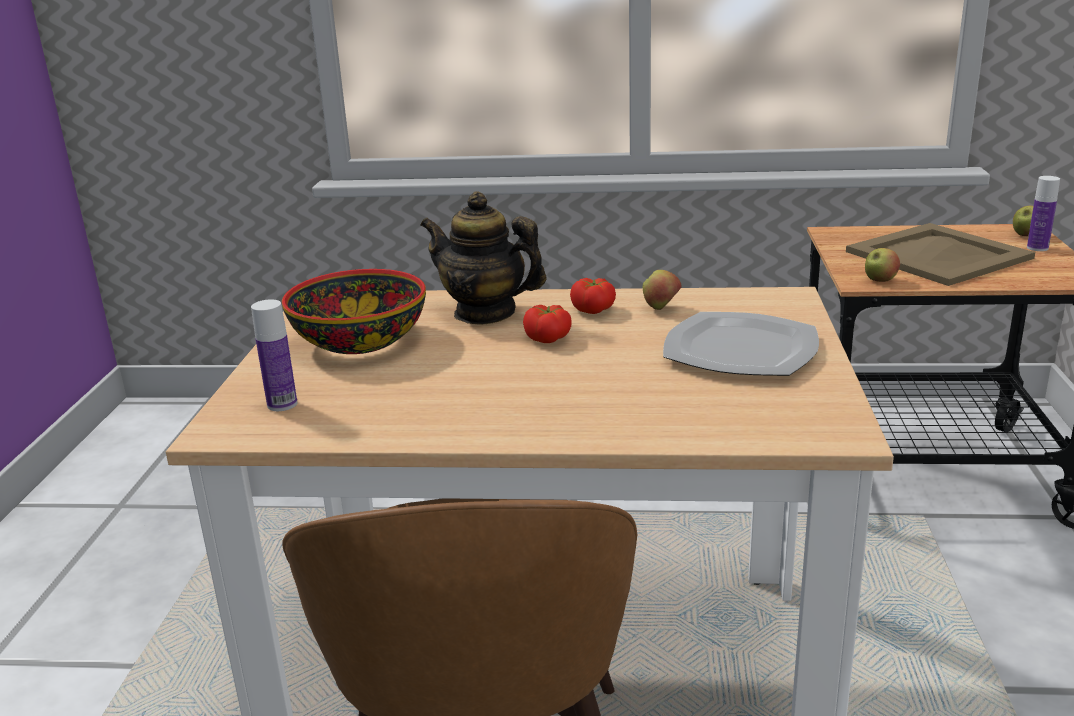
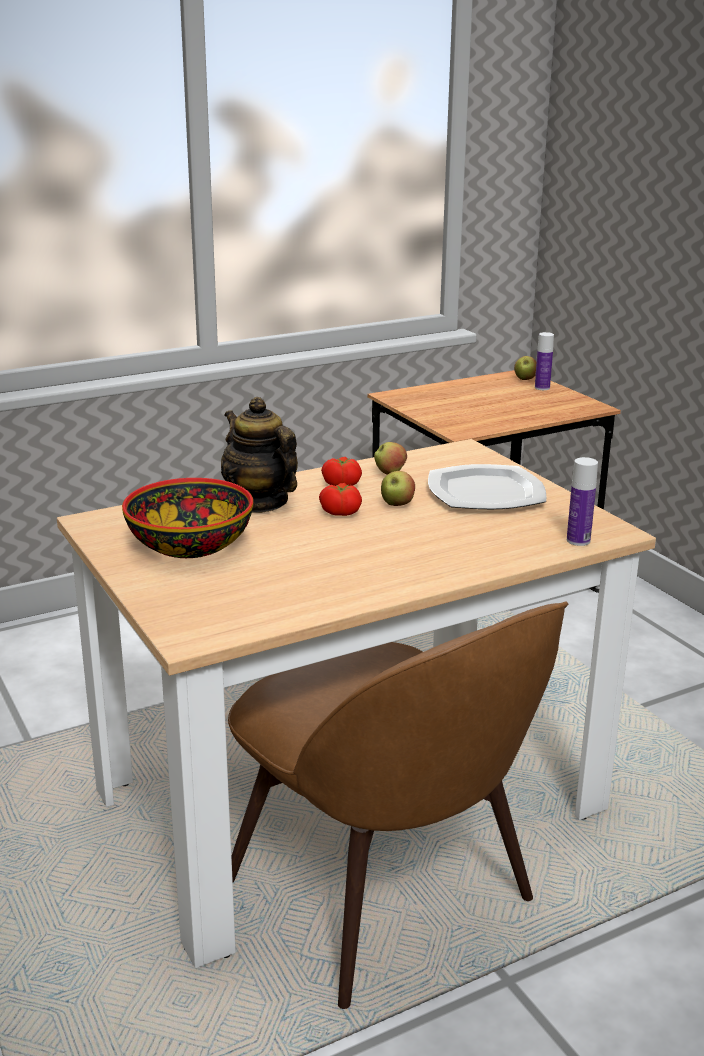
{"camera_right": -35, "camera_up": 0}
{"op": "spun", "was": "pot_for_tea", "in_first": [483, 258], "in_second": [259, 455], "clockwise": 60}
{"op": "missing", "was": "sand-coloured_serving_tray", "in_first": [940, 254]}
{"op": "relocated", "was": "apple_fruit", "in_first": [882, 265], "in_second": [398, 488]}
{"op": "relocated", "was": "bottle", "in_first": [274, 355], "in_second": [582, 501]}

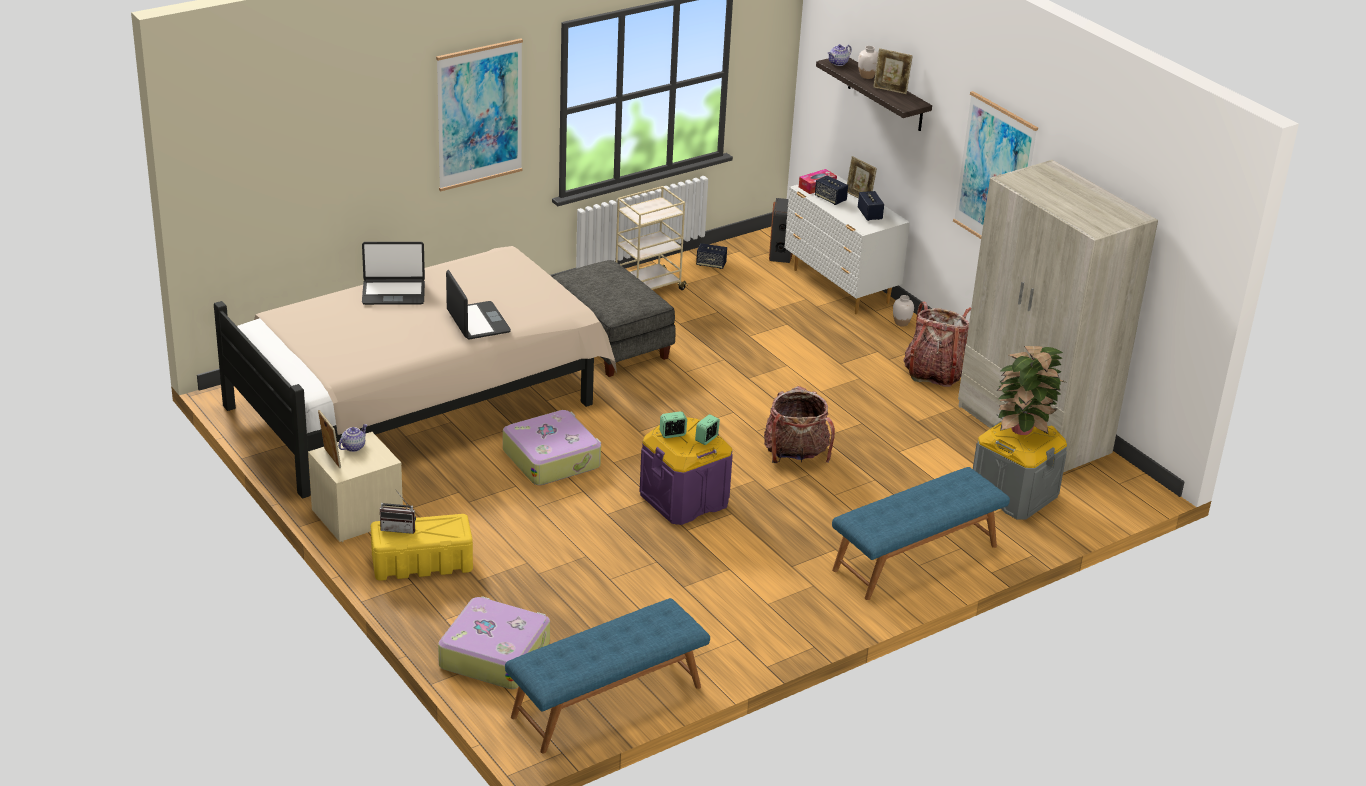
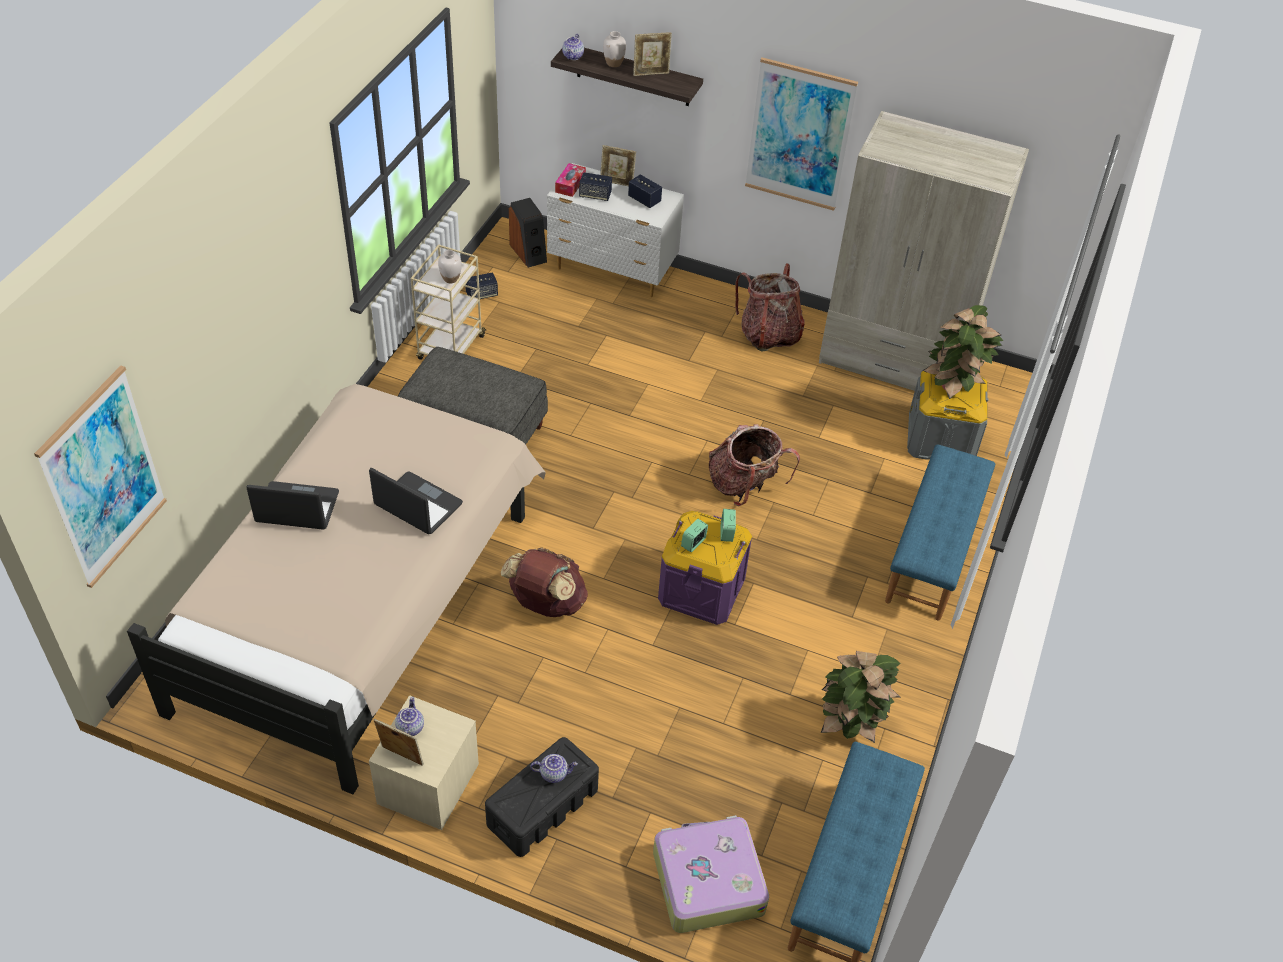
{"camera_right": -35, "camera_up": 15}
{"op": "relocated", "was": "wall_art", "in_first": [479, 114], "in_second": [100, 477]}
{"op": "spun", "was": "notebook_computer", "in_first": [393, 273], "in_second": [293, 505], "clockwise": -135}
{"op": "relocated", "was": "white-coloured_flower_vase", "in_first": [903, 311], "in_second": [450, 266]}
{"op": "exchanged", "was": "piece_of_luggage", "now": "brown_backpack", "in_first": [552, 447], "in_second": [544, 582]}
{"op": "missing", "was": "radio_set", "in_first": [398, 512]}
{"op": "colour", "was": "yellowish_storage_container", "now": "black-coloured_storage_container", "in_first": [422, 547], "in_second": [542, 797]}
{"op": "appeared", "now": "plant_in_a_pot", "in_second": [860, 697]}
{"op": "appeared", "now": "pot_for_tea", "in_second": [554, 768]}

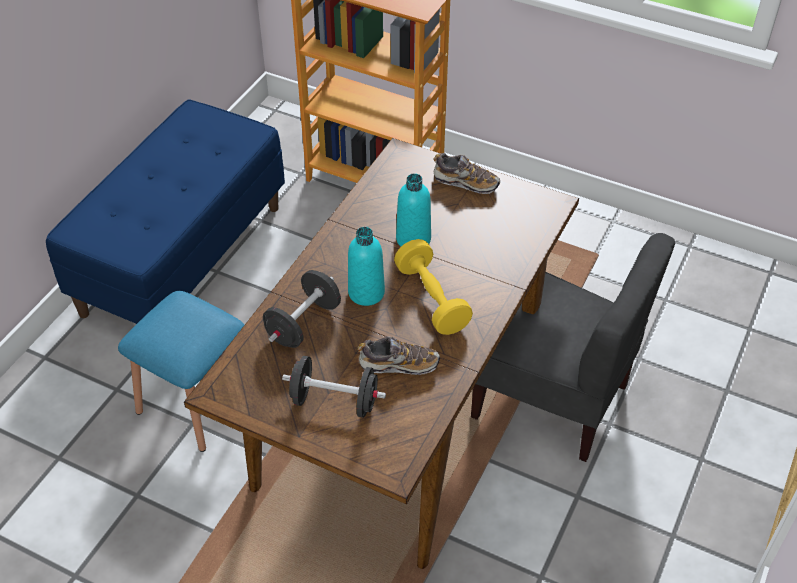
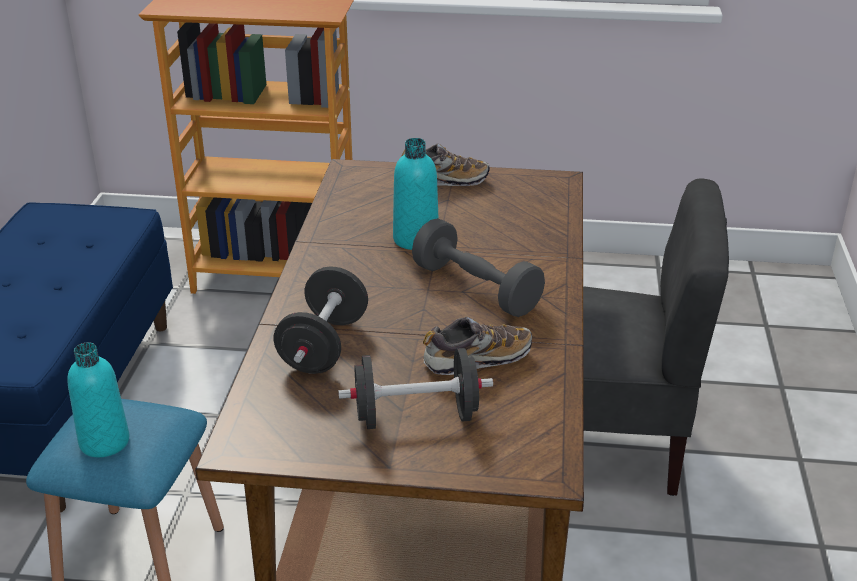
{"camera_right": -20, "camera_up": -15}
{"op": "relocated", "was": "turquoise_bottle", "in_first": [366, 266], "in_second": [98, 399]}
{"op": "colour", "was": "yellowish_free_weight", "now": "grey_free_weight", "in_first": [433, 287], "in_second": [478, 267]}

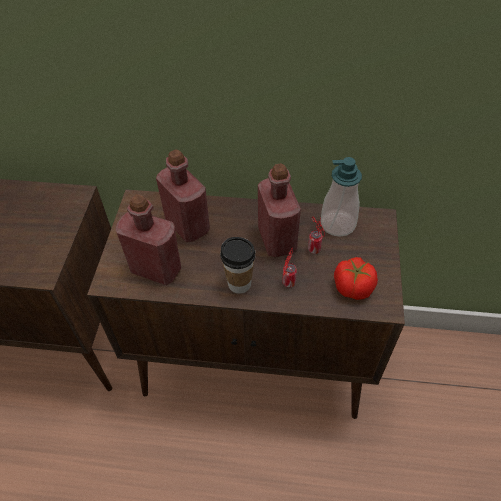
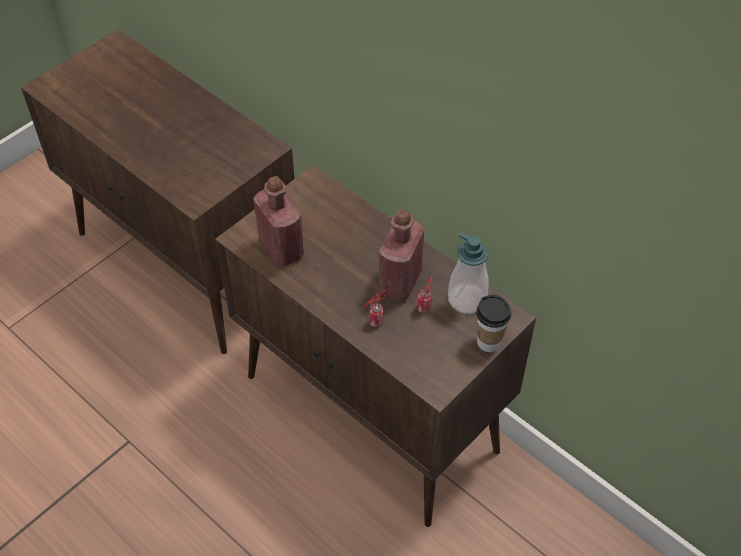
{"camera_right": 35, "camera_up": 0}
{"op": "missing", "was": "red-coloured_bottle", "in_first": [183, 195]}
{"op": "relocated", "was": "cup", "in_first": [238, 265], "in_second": [493, 323]}
{"op": "missing", "was": "whole_tomato", "in_first": [356, 278]}

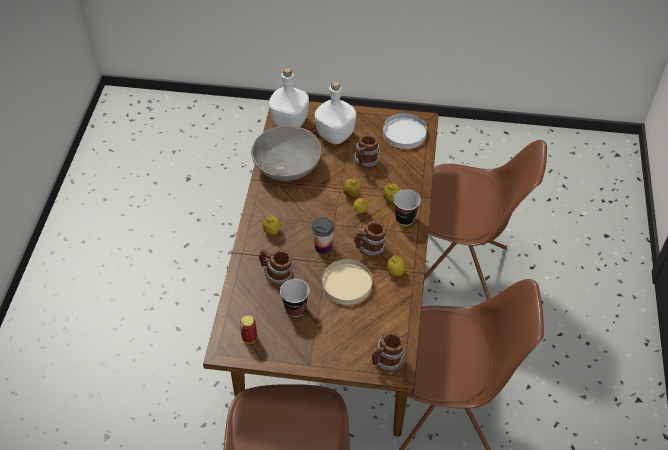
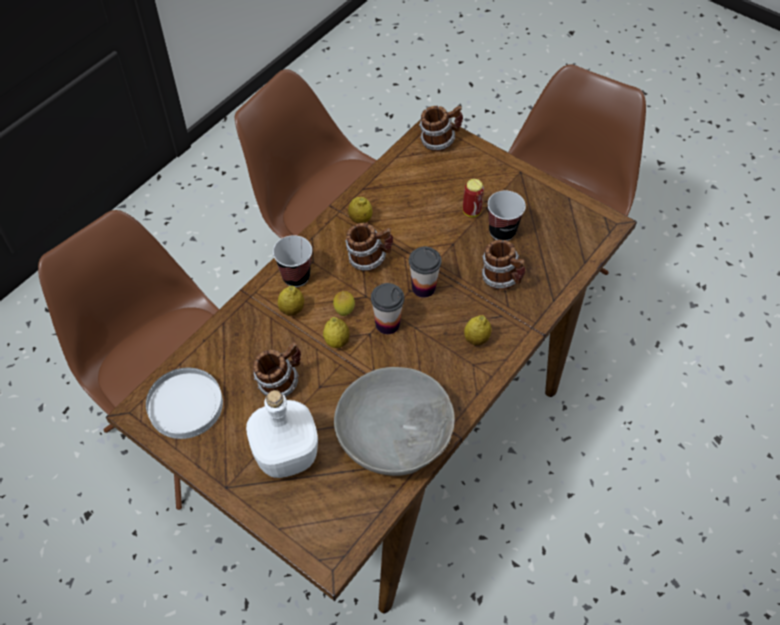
{"camera_right": -150, "camera_up": 5}
{"op": "missing", "was": "white-coloured_bottle", "in_first": [289, 97]}
{"op": "missing", "was": "sand-coloured_plate", "in_first": [347, 282]}
{"op": "relocated", "was": "can", "in_first": [248, 329], "in_second": [473, 198]}
{"op": "appeared", "now": "cup", "in_second": [387, 308]}

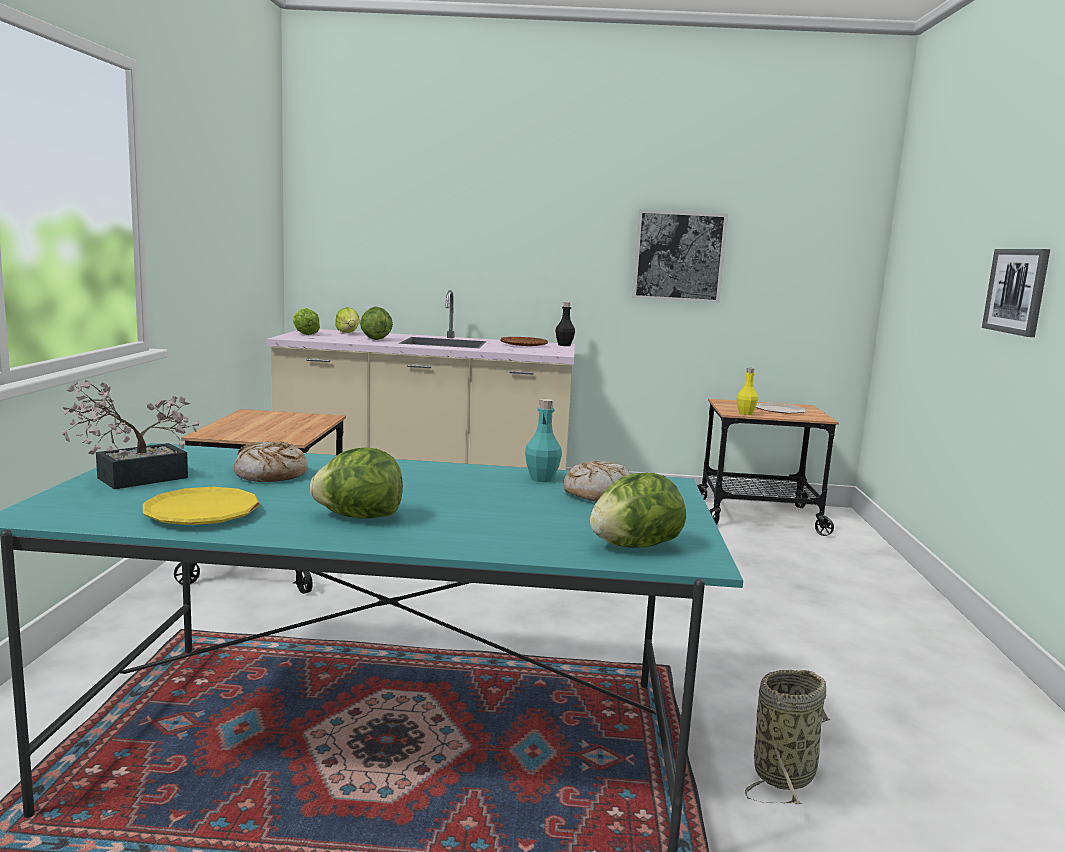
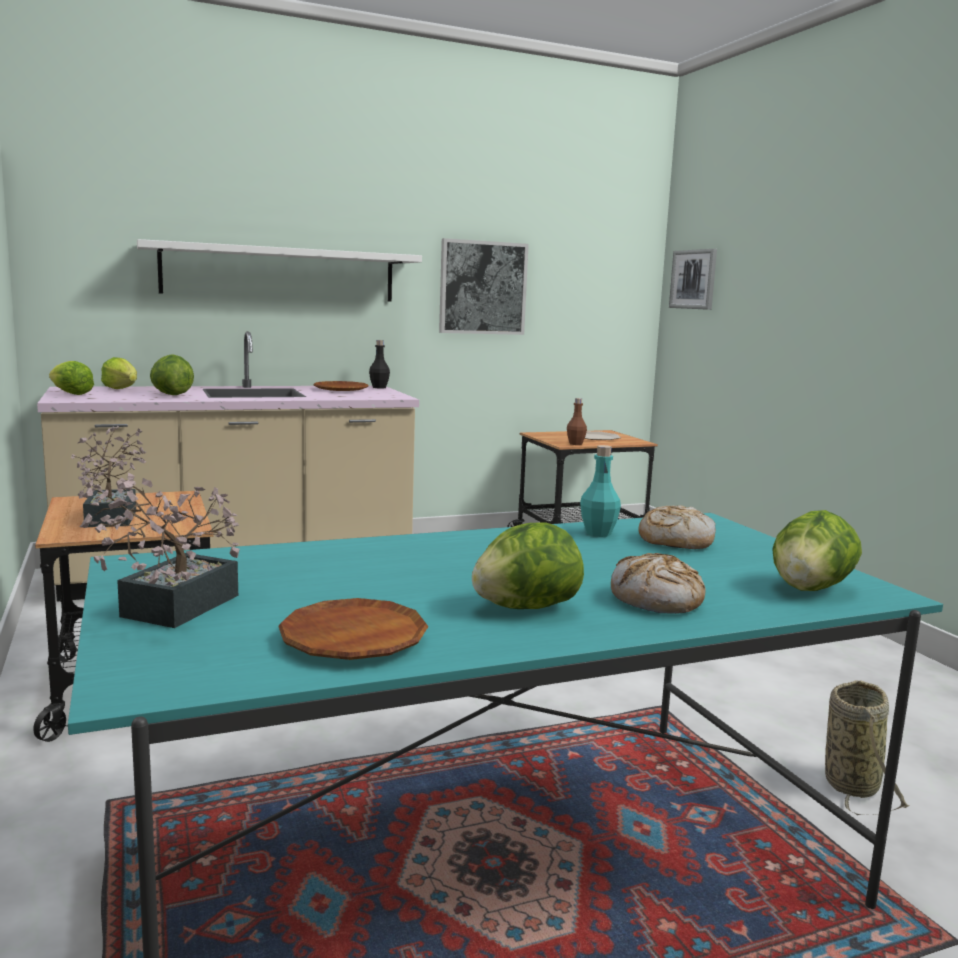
{"camera_right": -25, "camera_up": 0}
{"op": "relocated", "was": "wall_art", "in_first": [1016, 293], "in_second": [693, 279]}
{"op": "colour", "was": "yellowish_bottle", "now": "brown_bottle", "in_first": [747, 391], "in_second": [577, 421]}
{"op": "relocated", "was": "baked_bread", "in_first": [271, 461], "in_second": [658, 583]}
{"op": "colour", "was": "yellowish_plate", "now": "brown_plate", "in_first": [201, 506], "in_second": [353, 629]}
{"op": "appeared", "now": "white-coloured_bracket_shelf", "in_second": [279, 270]}
{"op": "appeared", "now": "plant_in_a_pot", "in_second": [109, 476]}

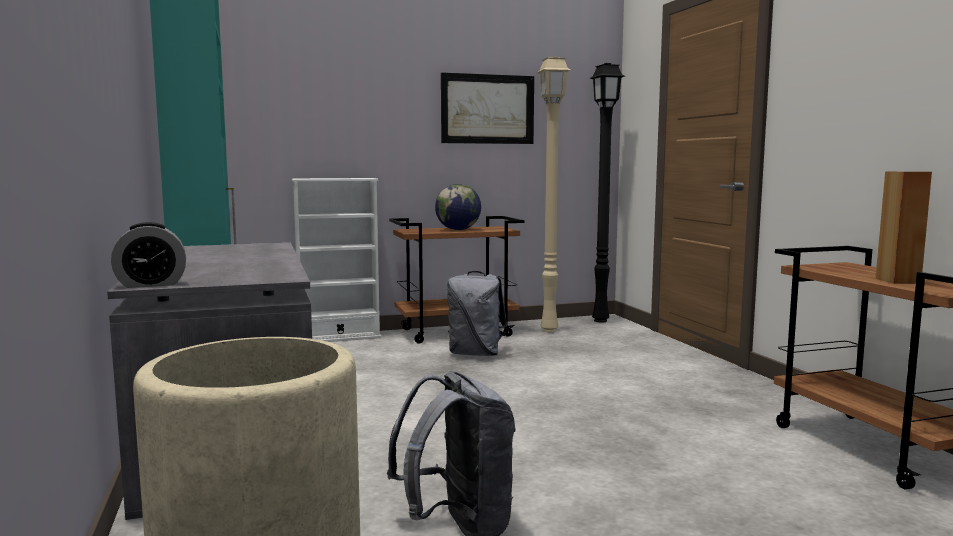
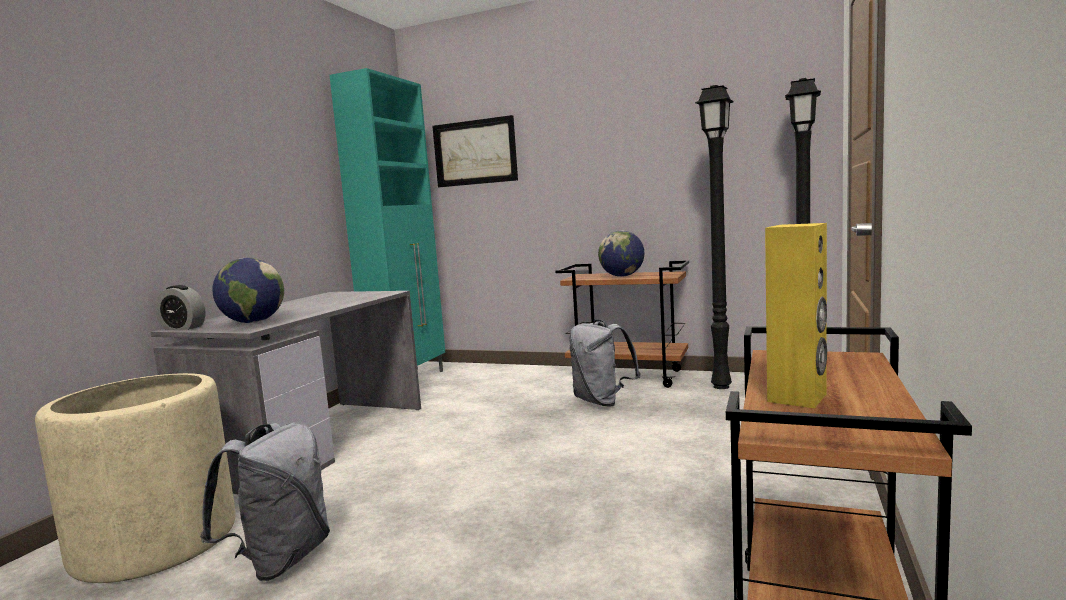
{"camera_right": 40, "camera_up": 0}
{"op": "colour", "was": "sand-coloured_standard_lamp", "now": "black-coloured_standard_lamp", "in_first": [554, 194], "in_second": [714, 237]}
{"op": "relocated", "was": "wall_art", "in_first": [487, 108], "in_second": [475, 151]}
{"op": "colour", "was": "brown_loudspeaker", "now": "yellowish_loudspeaker", "in_first": [903, 227], "in_second": [796, 315]}
{"op": "missing", "was": "white-coloured_bookshelf", "in_first": [337, 260]}
{"op": "appeared", "now": "desk_globe", "in_second": [248, 290]}

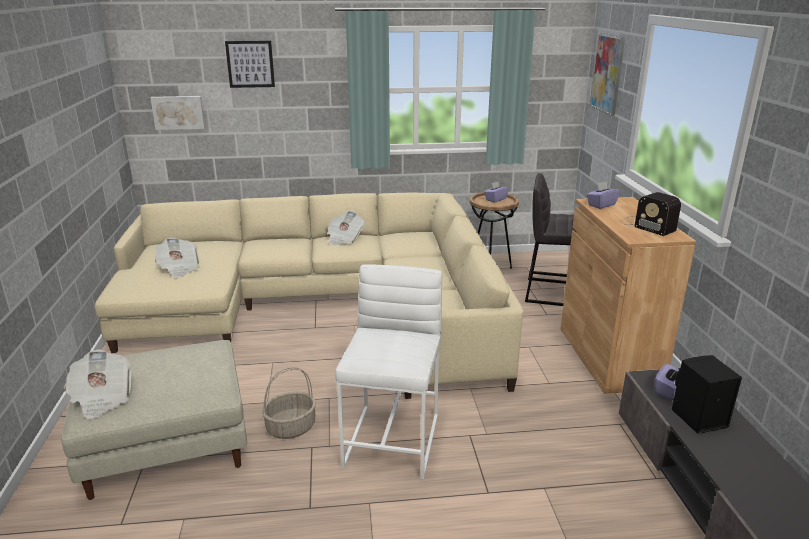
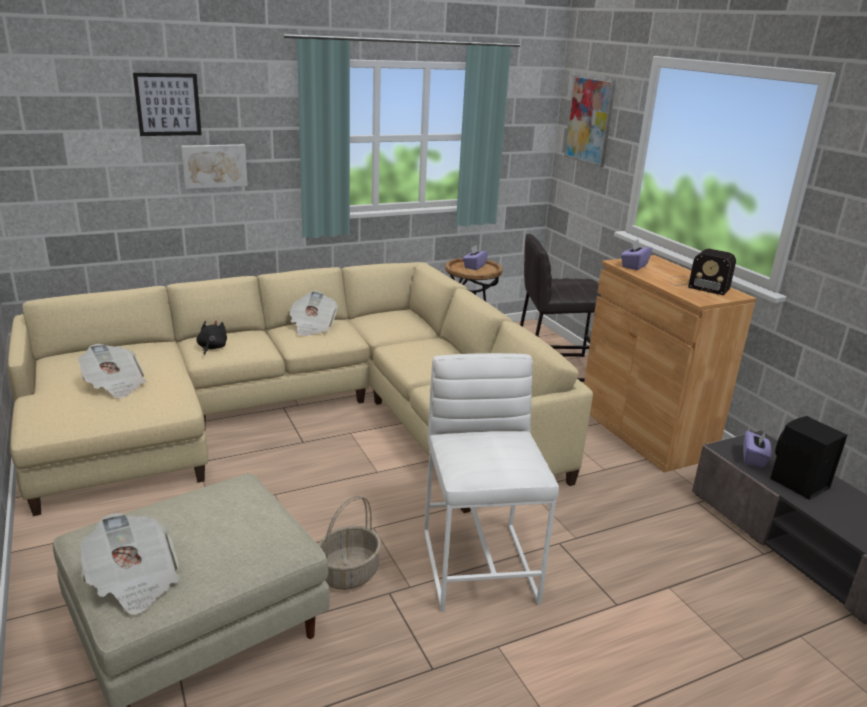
{"camera_right": -20, "camera_up": 0}
{"op": "relocated", "was": "wall_art", "in_first": [177, 113], "in_second": [214, 166]}
{"op": "appeared", "now": "black-coloured_soft_toy", "in_second": [211, 338]}

